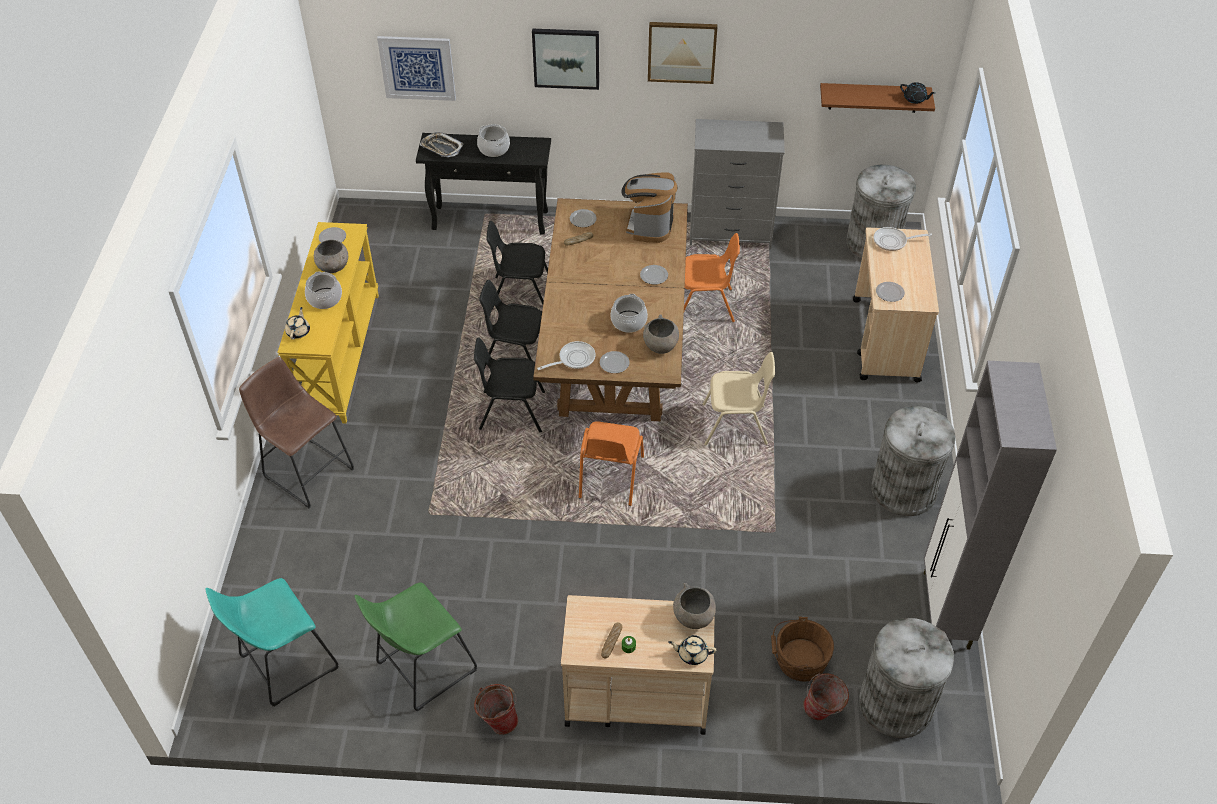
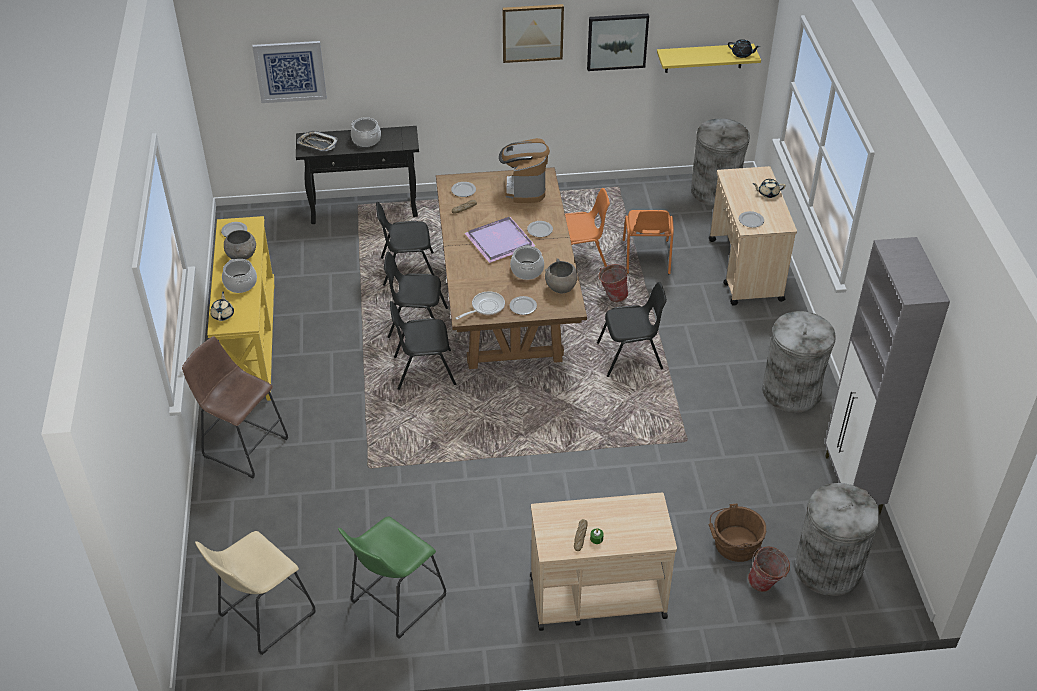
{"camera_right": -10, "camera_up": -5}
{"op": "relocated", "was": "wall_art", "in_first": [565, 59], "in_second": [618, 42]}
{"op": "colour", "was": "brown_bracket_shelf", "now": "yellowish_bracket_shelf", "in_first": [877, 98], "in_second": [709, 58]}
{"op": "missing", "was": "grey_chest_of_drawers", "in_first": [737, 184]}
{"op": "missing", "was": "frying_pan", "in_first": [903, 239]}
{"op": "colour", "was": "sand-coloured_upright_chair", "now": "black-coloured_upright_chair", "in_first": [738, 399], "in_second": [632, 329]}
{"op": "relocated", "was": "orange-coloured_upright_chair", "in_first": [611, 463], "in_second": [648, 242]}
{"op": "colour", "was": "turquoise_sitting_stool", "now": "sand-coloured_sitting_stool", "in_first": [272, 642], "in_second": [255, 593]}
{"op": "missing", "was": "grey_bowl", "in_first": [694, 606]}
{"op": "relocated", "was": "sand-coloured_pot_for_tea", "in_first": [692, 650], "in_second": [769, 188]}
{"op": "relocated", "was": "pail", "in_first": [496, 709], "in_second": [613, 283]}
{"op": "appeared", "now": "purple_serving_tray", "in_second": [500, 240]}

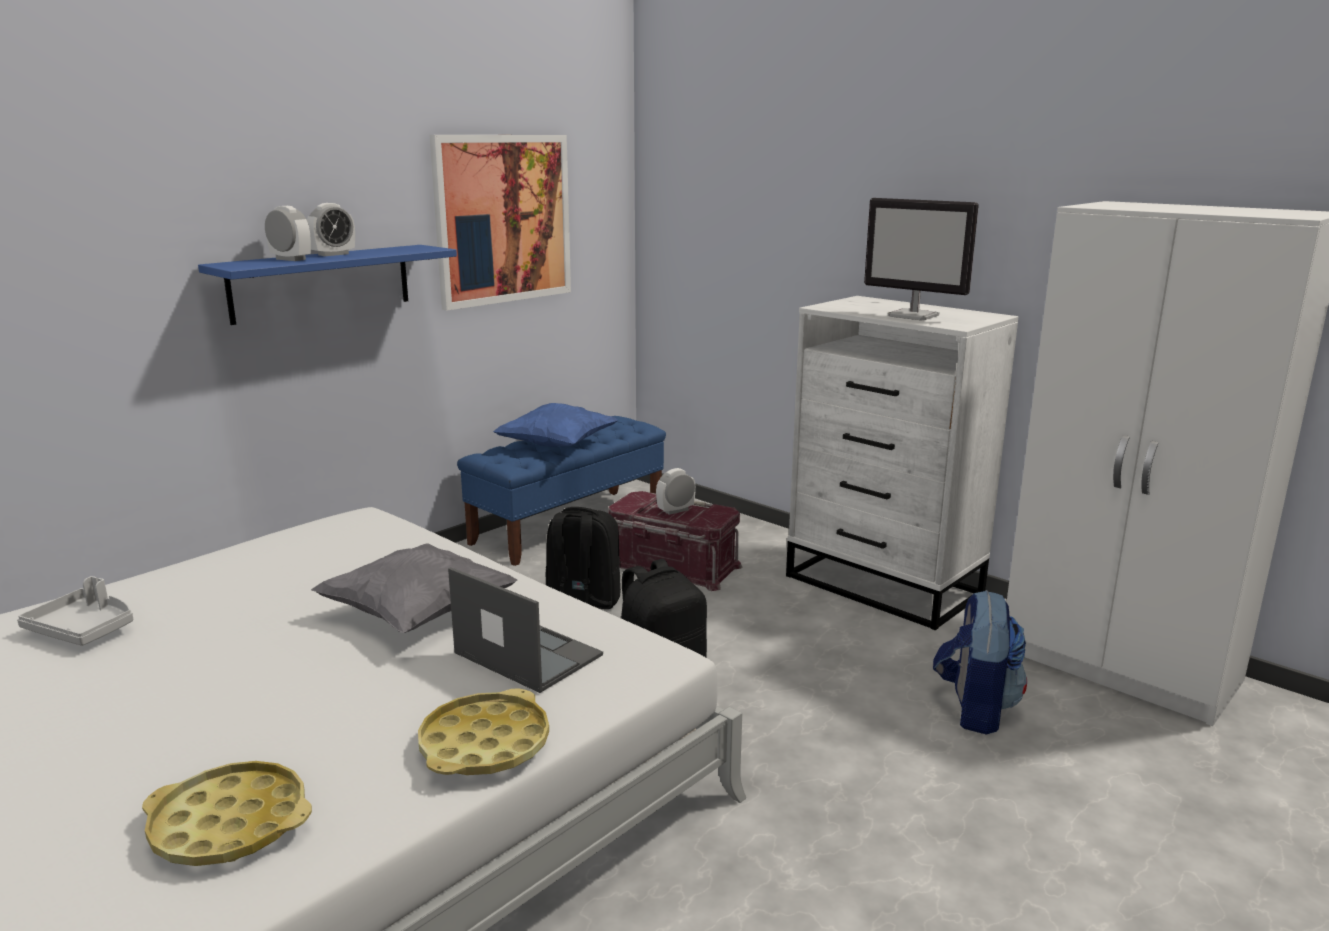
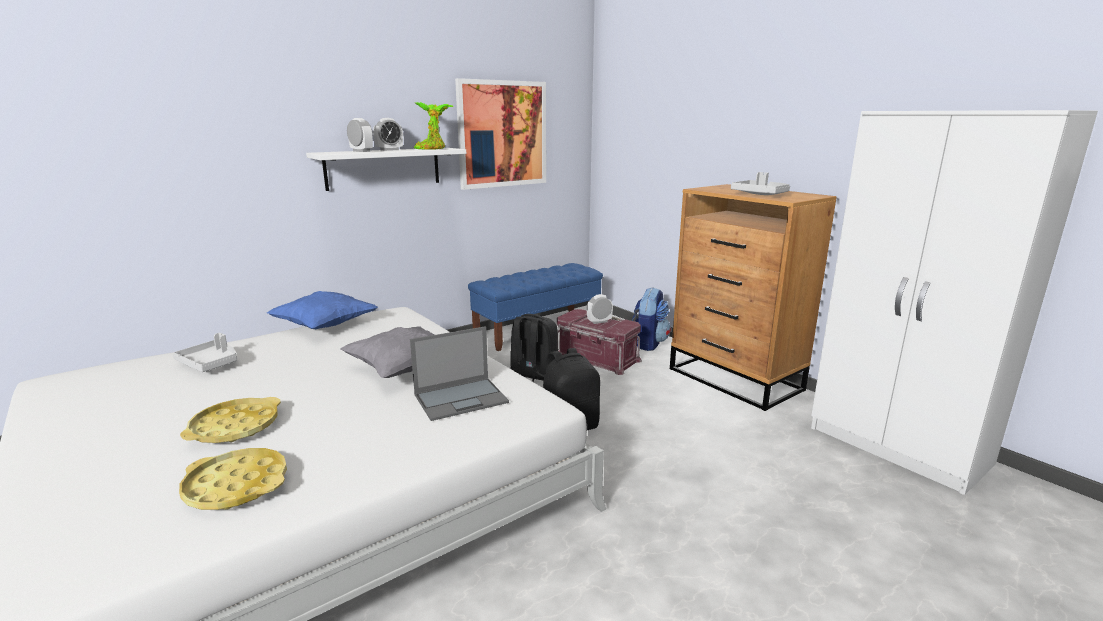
{"camera_right": 10, "camera_up": 0}
{"op": "exchanged", "was": "computer_display", "now": "grey_serving_tray", "in_first": [921, 259], "in_second": [760, 183]}
{"op": "colour", "was": "bluish_bracket_shelf", "now": "white-coloured_bracket_shelf", "in_first": [327, 285], "in_second": [386, 169]}
{"op": "colour", "was": "white-coloured_chest_of_drawers", "now": "brown_chest_of_drawers", "in_first": [902, 463], "in_second": [753, 297]}
{"op": "relocated", "was": "bluish_pillow", "in_first": [555, 425], "in_second": [322, 310]}
{"op": "spun", "was": "notebook_computer", "in_first": [525, 630], "in_second": [459, 373], "clockwise": 105}
{"op": "relocated", "was": "backpack", "in_first": [980, 662], "in_second": [651, 319]}
{"op": "relocated", "was": "yellowish_serving_tray", "in_first": [483, 731], "in_second": [230, 420]}
{"op": "appeared", "now": "plant_in_a_pot", "in_second": [434, 126]}

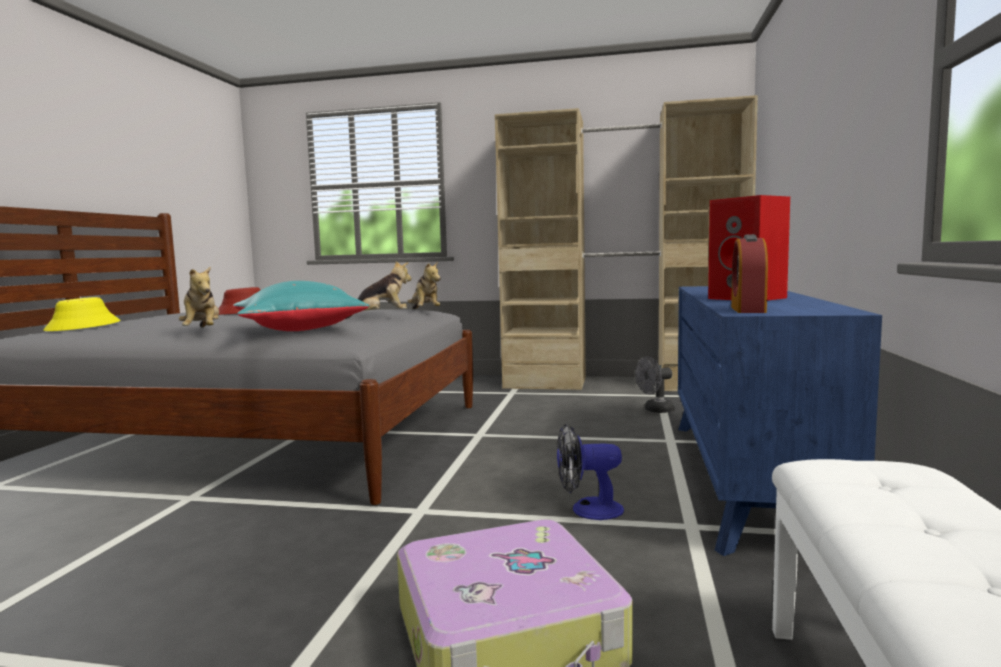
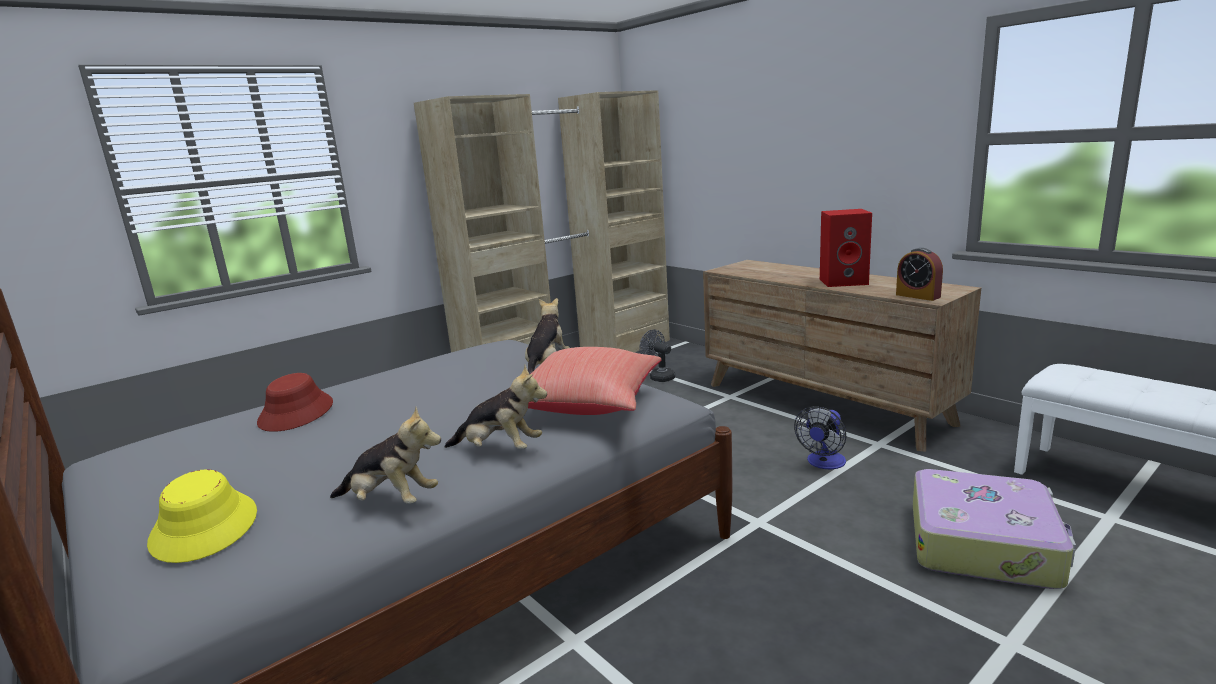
{"camera_right": -50, "camera_up": 10}
{"op": "relocated", "was": "soft_toy", "in_first": [424, 285], "in_second": [385, 455]}
{"op": "colour", "was": "turquoise_pillow", "now": "red-coloured_pillow", "in_first": [301, 306], "in_second": [594, 381]}
{"op": "colour", "was": "bluish_chest_of_drawers", "now": "brown_chest_of_drawers", "in_first": [780, 421], "in_second": [842, 356]}
{"op": "spun", "was": "grey_cooling_fan", "in_first": [655, 385], "in_second": [657, 356], "clockwise": 120}

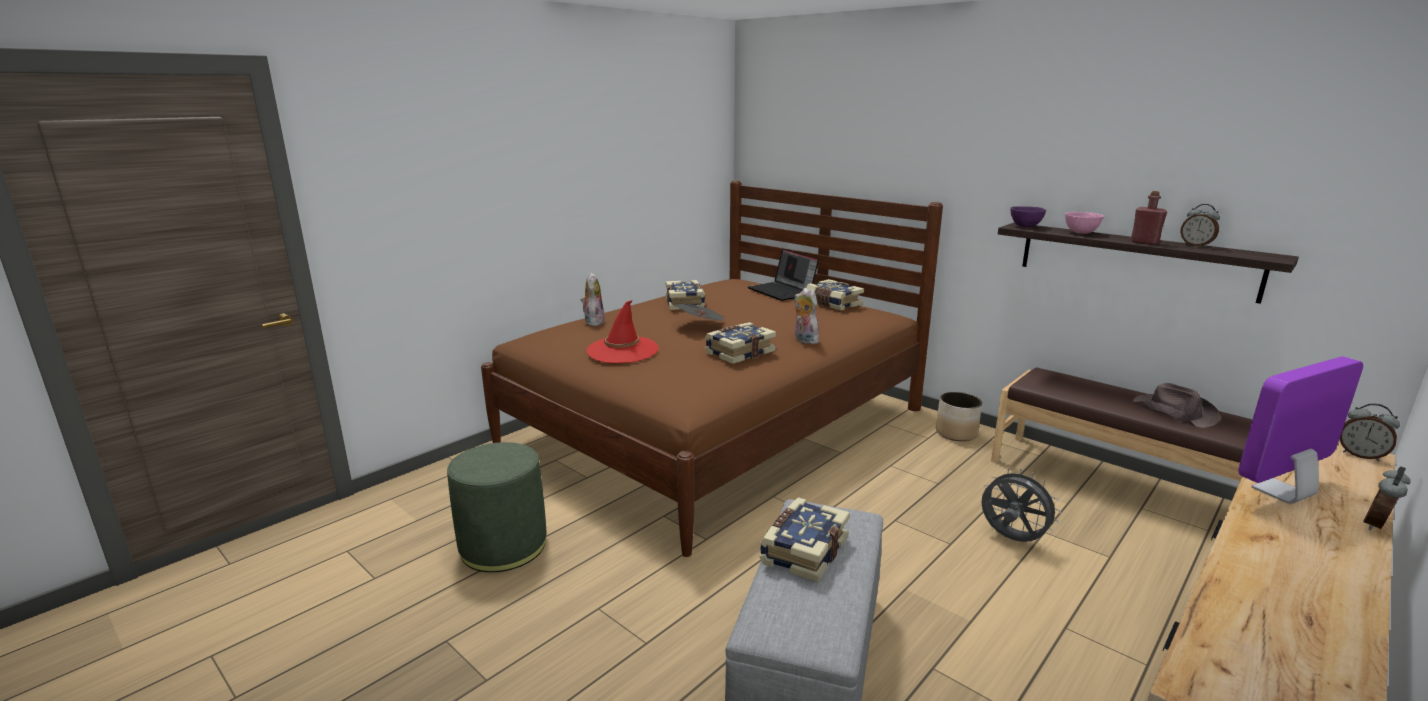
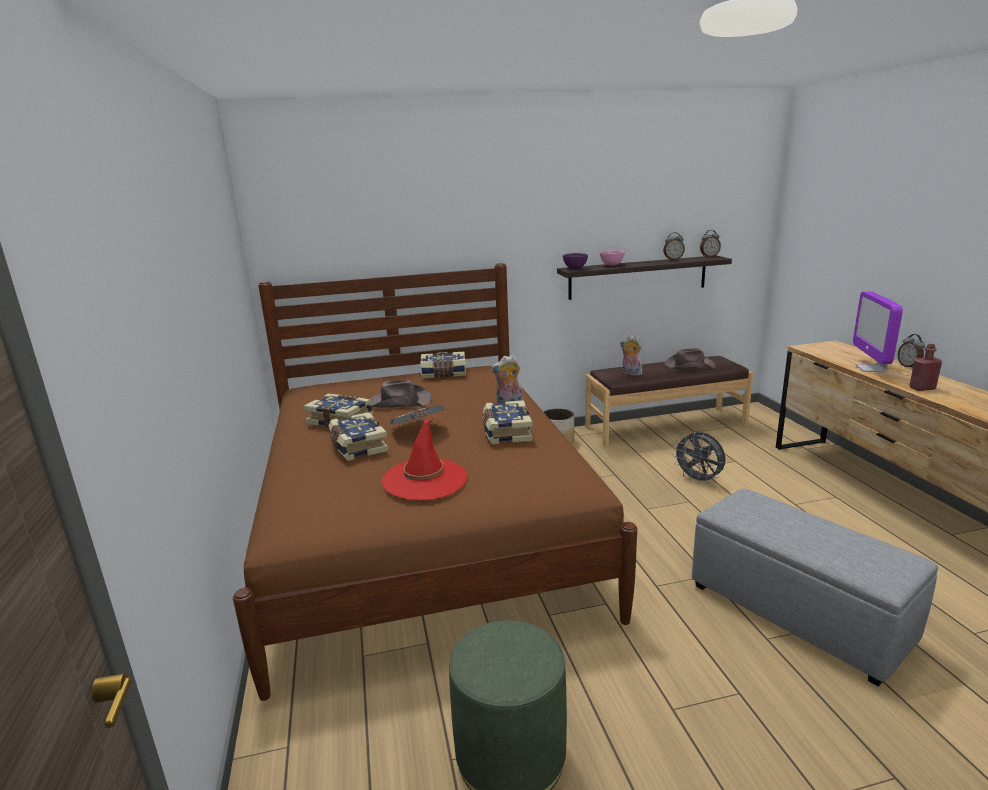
{"camera_right": -55, "camera_up": 0}
{"op": "relocated", "was": "red-coloured_bottle", "in_first": [1149, 218], "in_second": [925, 367]}
{"op": "missing", "was": "notebook_computer", "in_first": [783, 275]}
{"op": "relocated", "was": "soft_toy", "in_first": [593, 299], "in_second": [631, 355]}
{"op": "relocated", "was": "table_clock", "in_first": [1370, 432], "in_second": [710, 244]}
{"op": "spun", "was": "grey_cooling_fan", "in_first": [1021, 505], "in_second": [699, 458], "clockwise": -120}
{"op": "relocated", "was": "bound_book", "in_first": [804, 540], "in_second": [358, 436]}
{"op": "appeared", "now": "brown_wearable_hat", "in_second": [400, 393]}

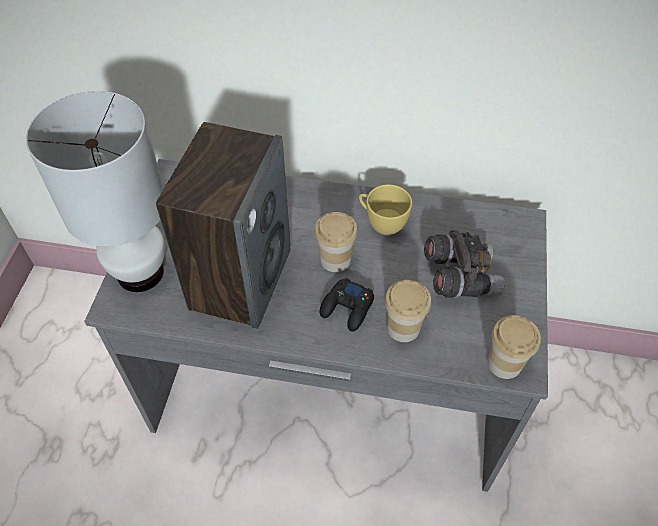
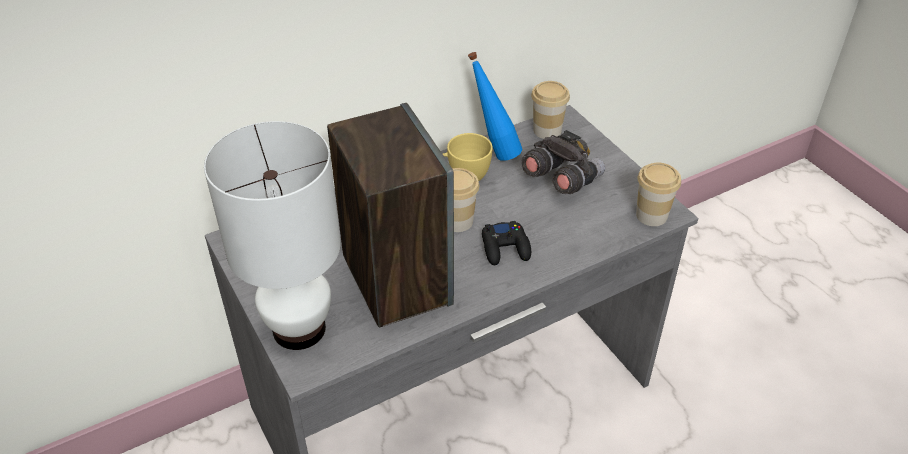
{"camera_right": -40, "camera_up": -10}
{"op": "relocated", "was": "cup", "in_first": [408, 311], "in_second": [550, 110]}
{"op": "appeared", "now": "bluish_bottle", "in_second": [495, 106]}

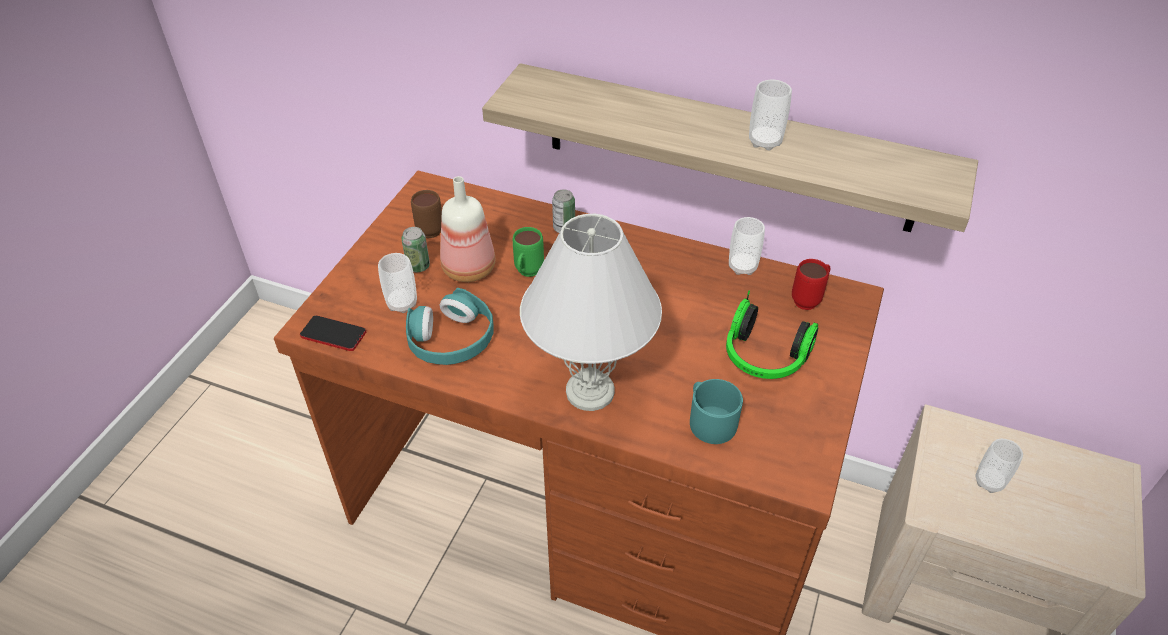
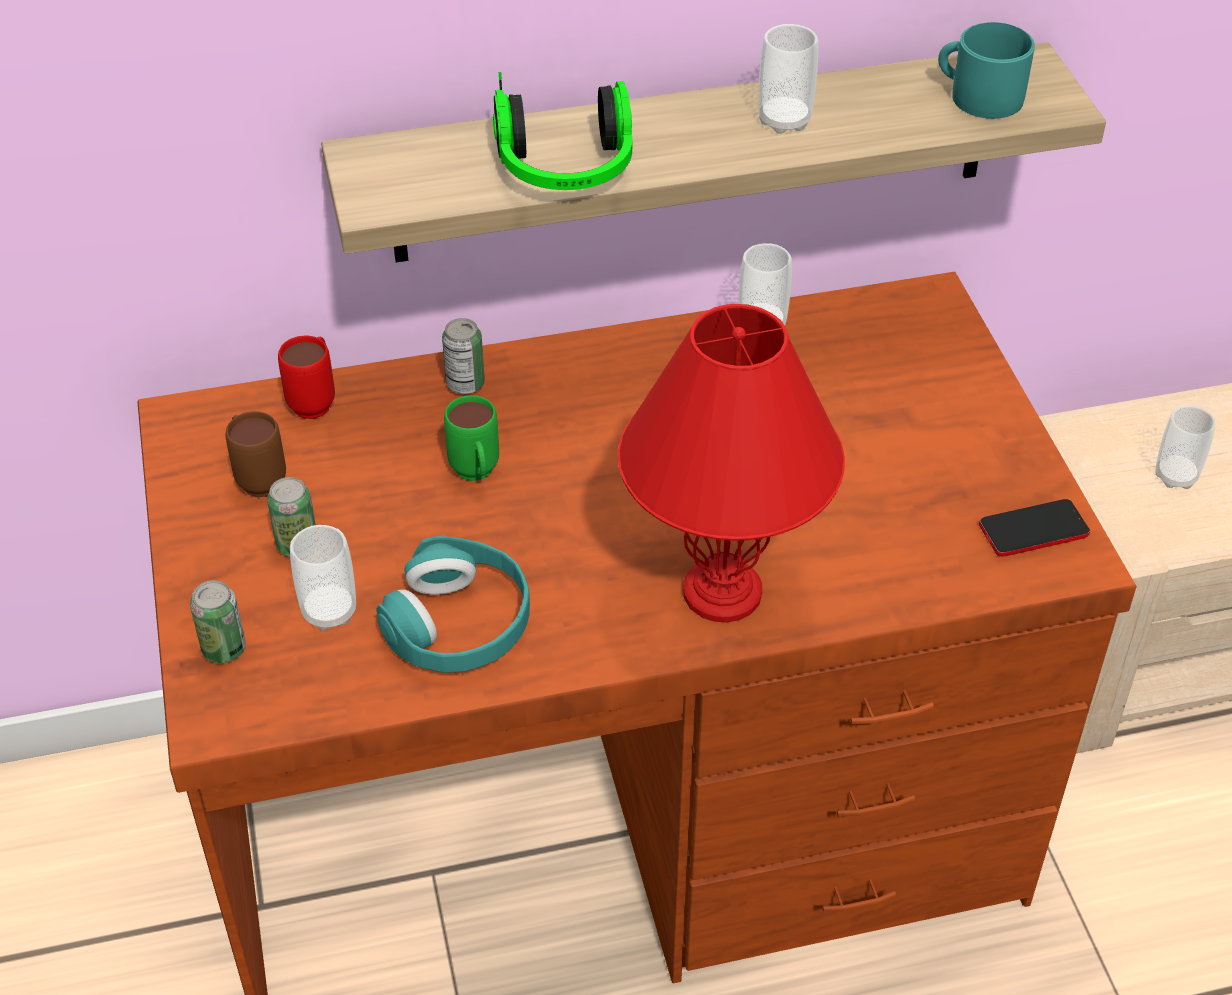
{"camera_right": -35, "camera_up": 0}
{"op": "missing", "was": "bottle", "in_first": [467, 229]}
{"op": "colour", "was": "white-coloured_table_lamp", "now": "red-coloured_table_lamp", "in_first": [591, 312], "in_second": [731, 463]}
{"op": "relocated", "was": "red-coloured_mug", "in_first": [811, 284], "in_second": [306, 377]}
{"op": "relocated", "was": "pair_of_headphones", "in_first": [772, 334], "in_second": [562, 131]}
{"op": "relocated", "was": "handset", "in_first": [333, 333], "in_second": [1034, 528]}
{"op": "relocated", "was": "turquoise_mug", "in_first": [716, 411], "in_second": [986, 70]}
{"op": "appeared", "now": "can", "in_second": [218, 621]}

